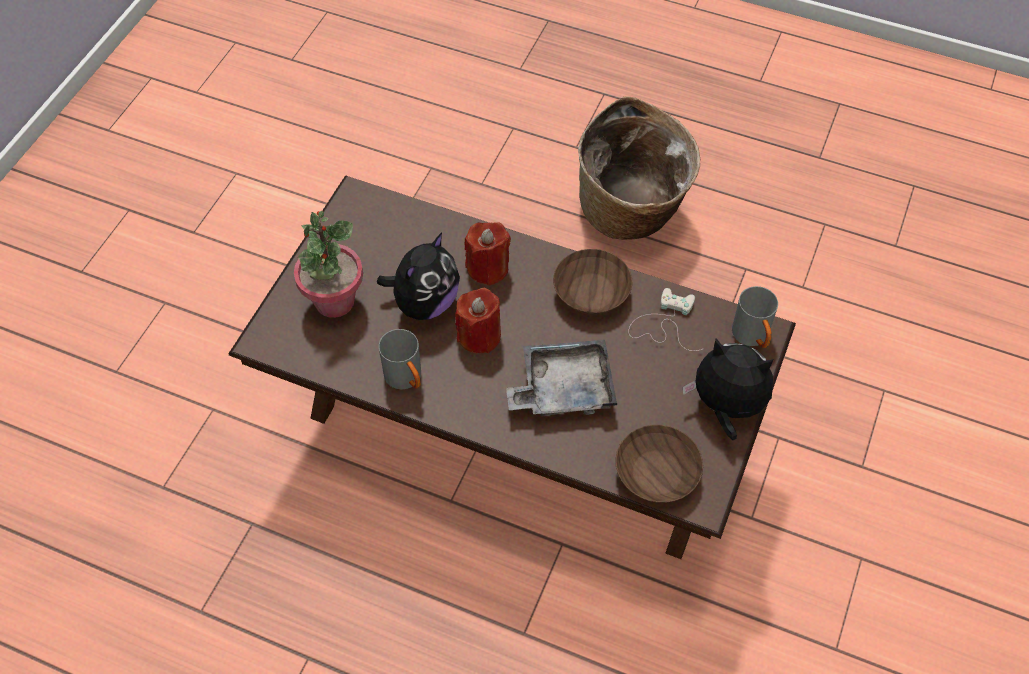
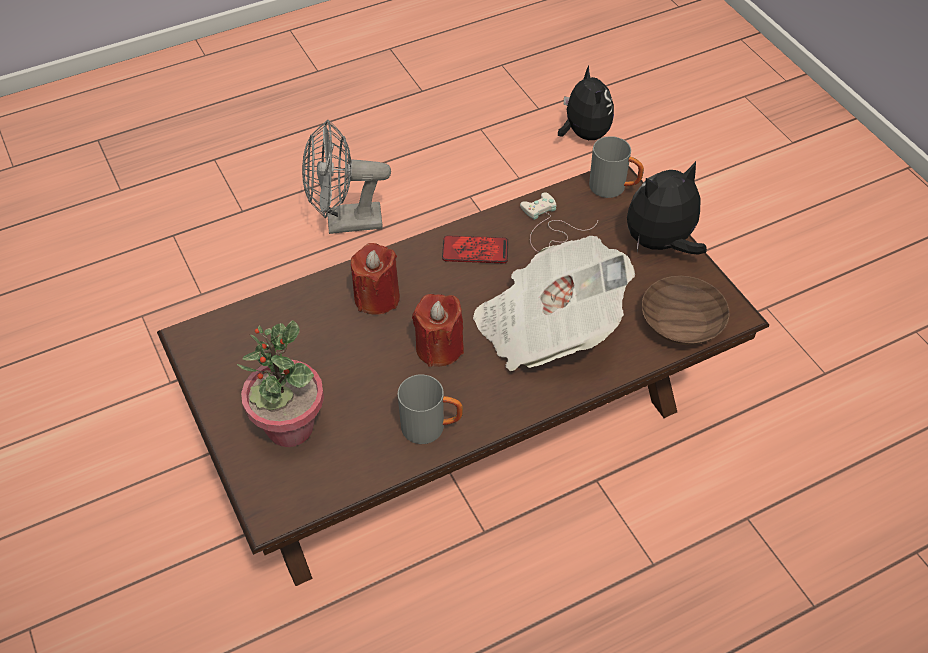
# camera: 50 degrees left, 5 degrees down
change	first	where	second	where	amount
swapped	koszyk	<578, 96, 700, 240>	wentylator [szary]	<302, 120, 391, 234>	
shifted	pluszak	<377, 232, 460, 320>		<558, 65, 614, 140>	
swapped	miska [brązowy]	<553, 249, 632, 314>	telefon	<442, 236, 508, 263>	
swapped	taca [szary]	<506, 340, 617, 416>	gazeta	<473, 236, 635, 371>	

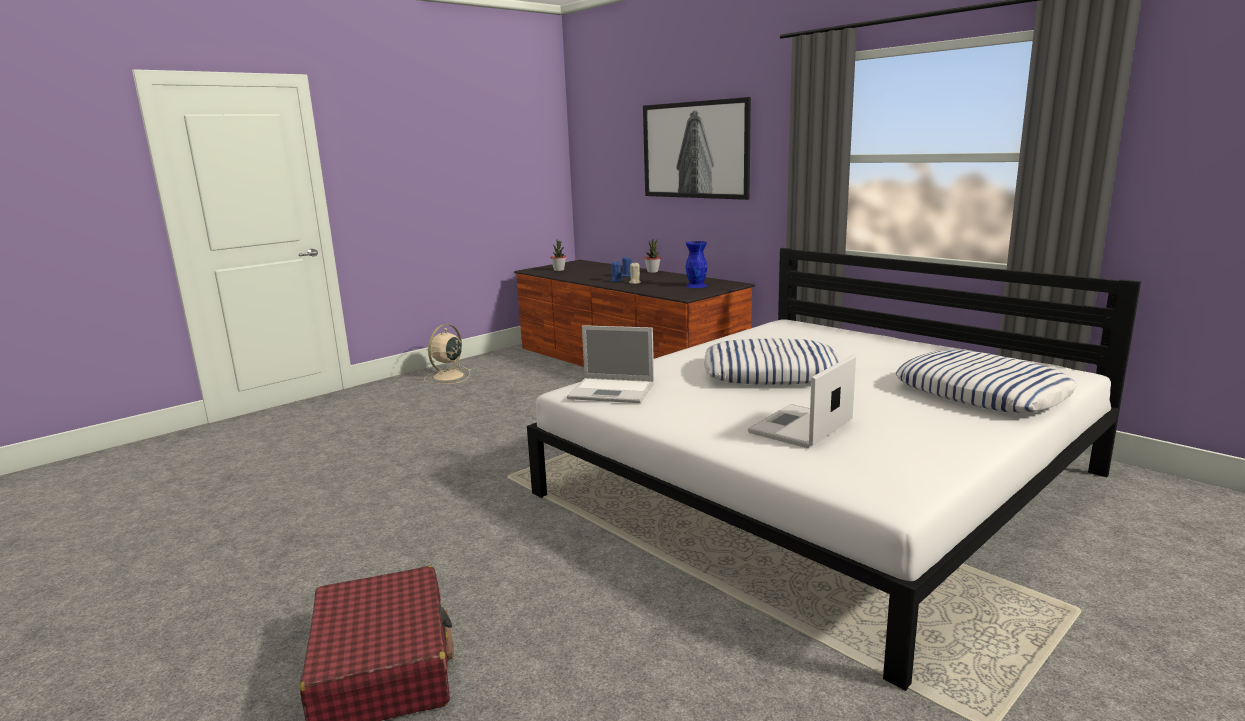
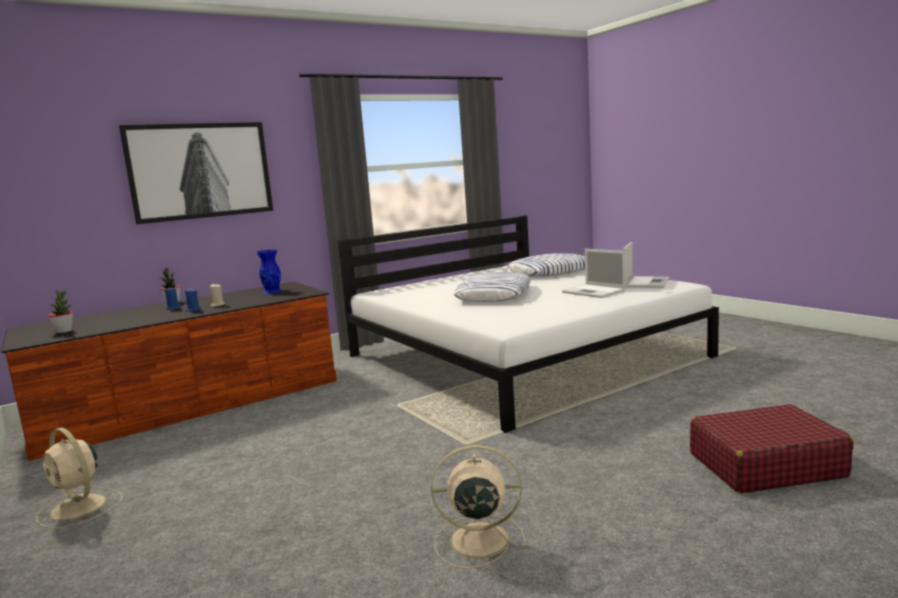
# camera: 80 degrees left, 5 degrees down
change	first	where	second	where	amount
shifted	laptop	<567, 325, 654, 403>		<622, 242, 670, 288>	
new			wentylator [beżowy]	<431, 445, 528, 569>	

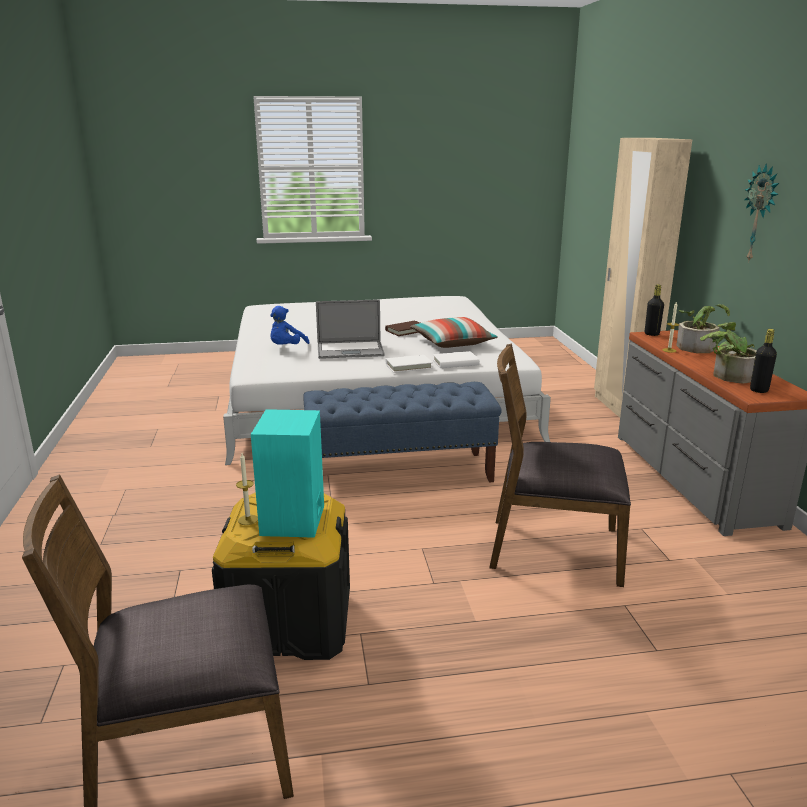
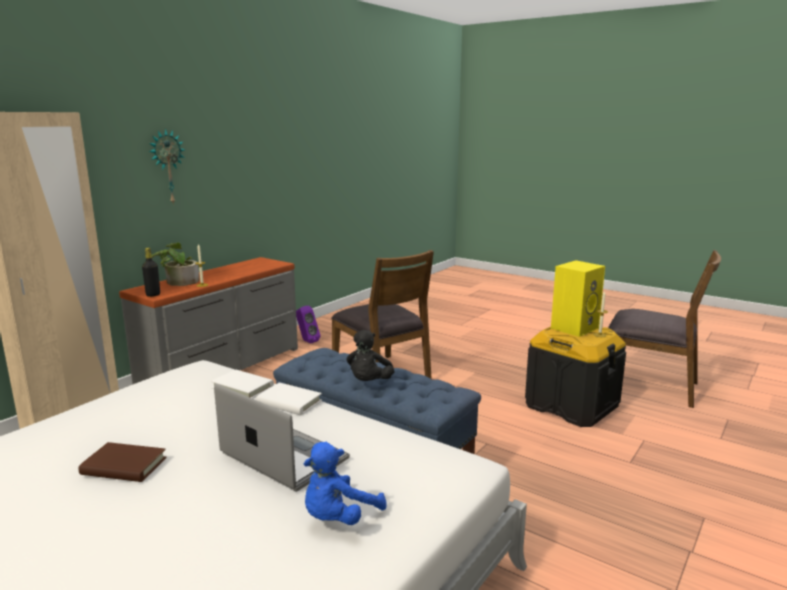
# camera: 135 degrees left, 5 degrees down
change	first	where	second	where	amount
rotated	pluszak [niebieski]	<270, 306, 309, 345>		<304, 442, 387, 525>	150 degrees clockwise
gone	poduszka	<410, 317, 498, 348>			
gone	roślina doniczkowa	<700, 322, 757, 384>			
gone	butelka [czarny]	<750, 329, 777, 393>			
repainted	głośnik [turkusowy]	<251, 409, 324, 538>	głośnik [żółty]	<551, 260, 605, 337>	
new			głośnik [fioletowy]	<296, 306, 320, 343>	
new			pluszak [czarny]	<346, 330, 394, 381>	

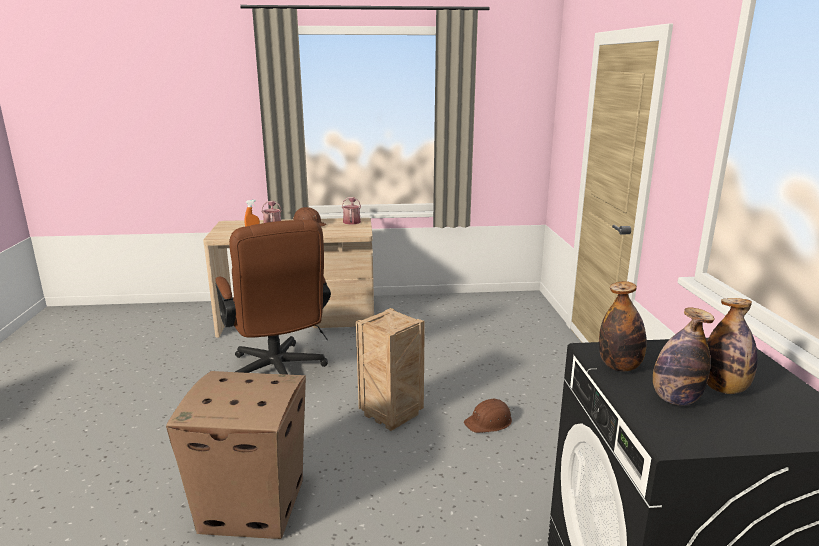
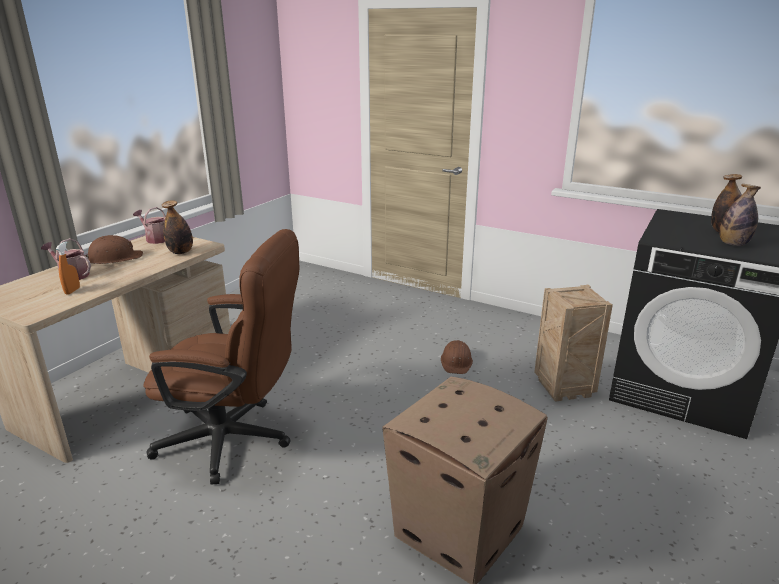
# camera: 55 degrees left, 5 degrees up
change	first	where	second	where	amount
shifted	butelka	<599, 281, 647, 371>		<162, 200, 193, 254>	
shifted	skrzynka	<356, 308, 425, 431>		<534, 285, 613, 402>	

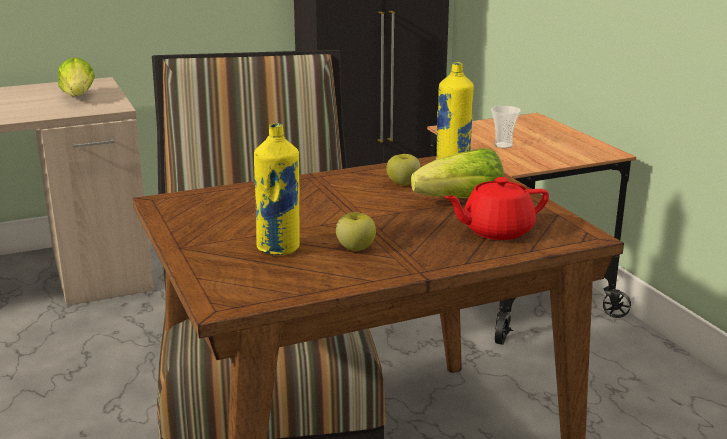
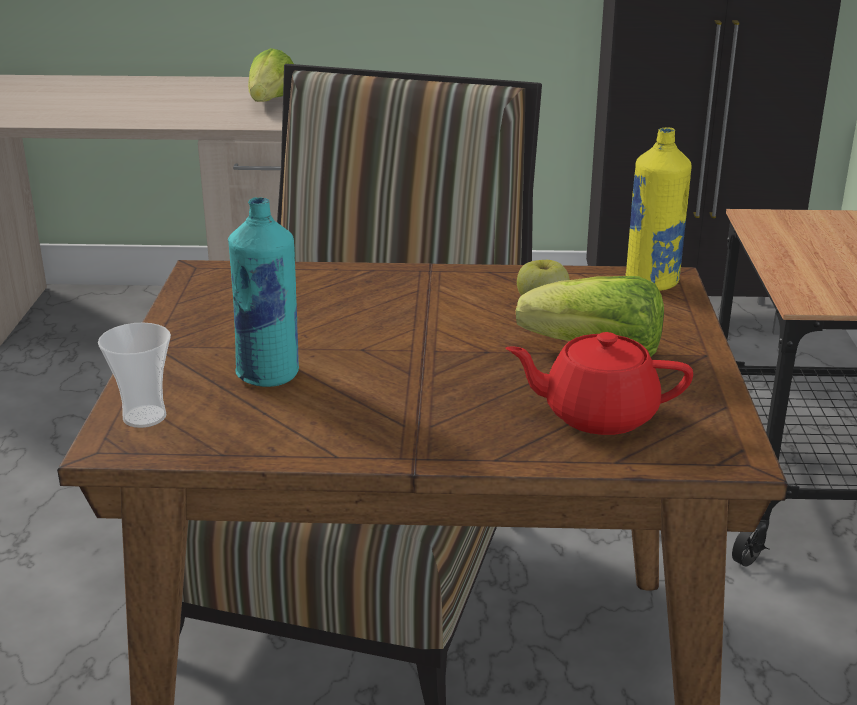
# camera: 25 degrees right, 5 degrees up
change	first	where	second	where	amount
shifted	filiżanka	<491, 106, 521, 148>		<98, 323, 171, 428>	
repainted	butelka [żółty]	<254, 123, 300, 255>	butelka [turkusowy]	<228, 197, 299, 387>	
gone	jabłko	<336, 213, 376, 251>			

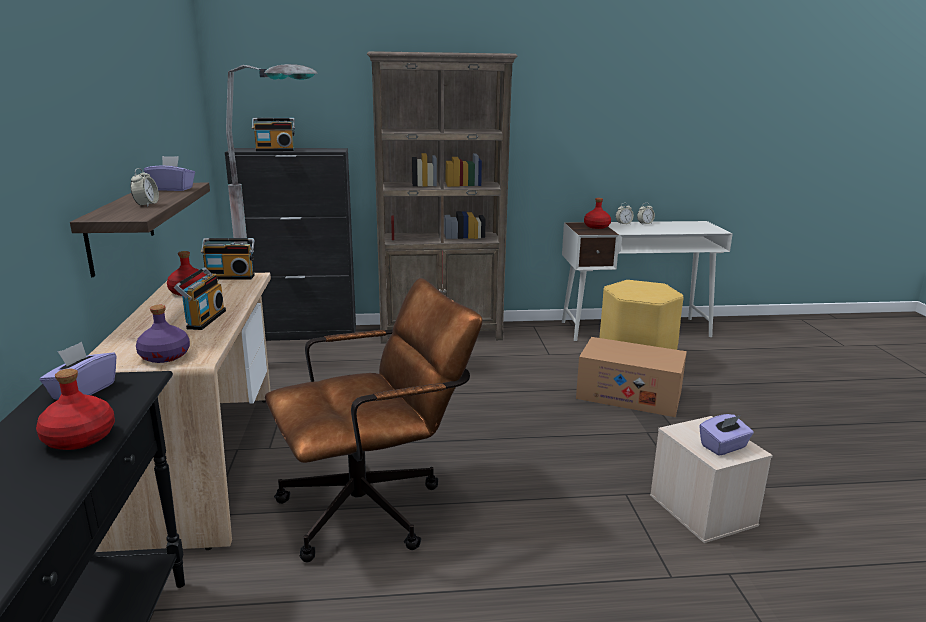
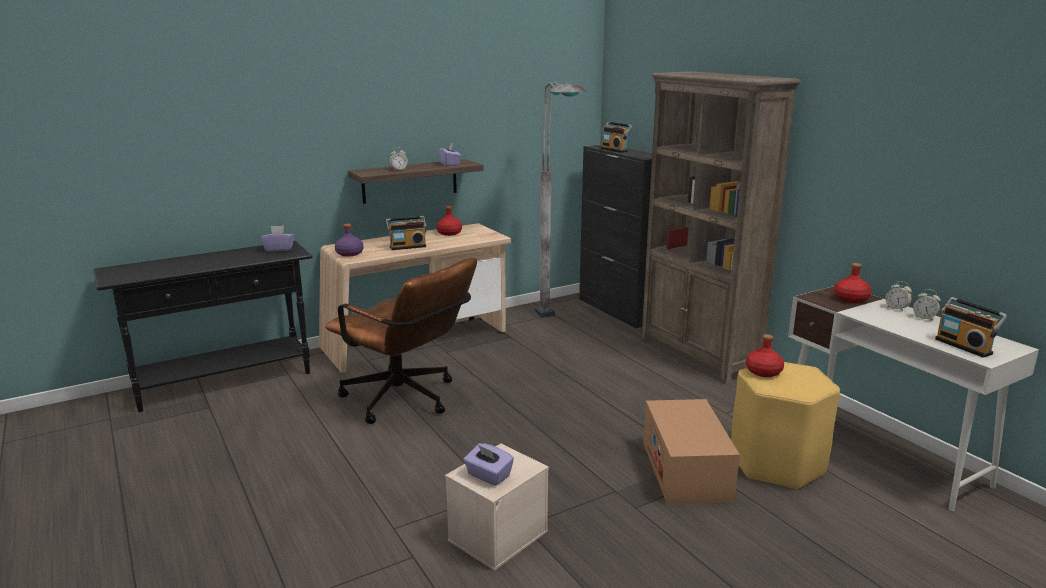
# camera: 65 degrees right, 0 degrees up
change	first	where	second	where	amount
shifted	radio	<201, 238, 255, 280>		<935, 297, 1007, 358>	
shifted	butelka [czerwony]	<36, 369, 115, 450>		<746, 334, 784, 377>	

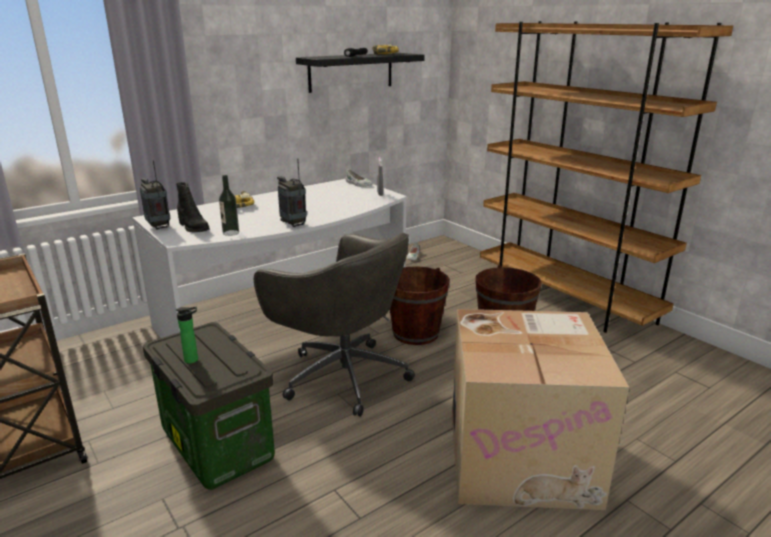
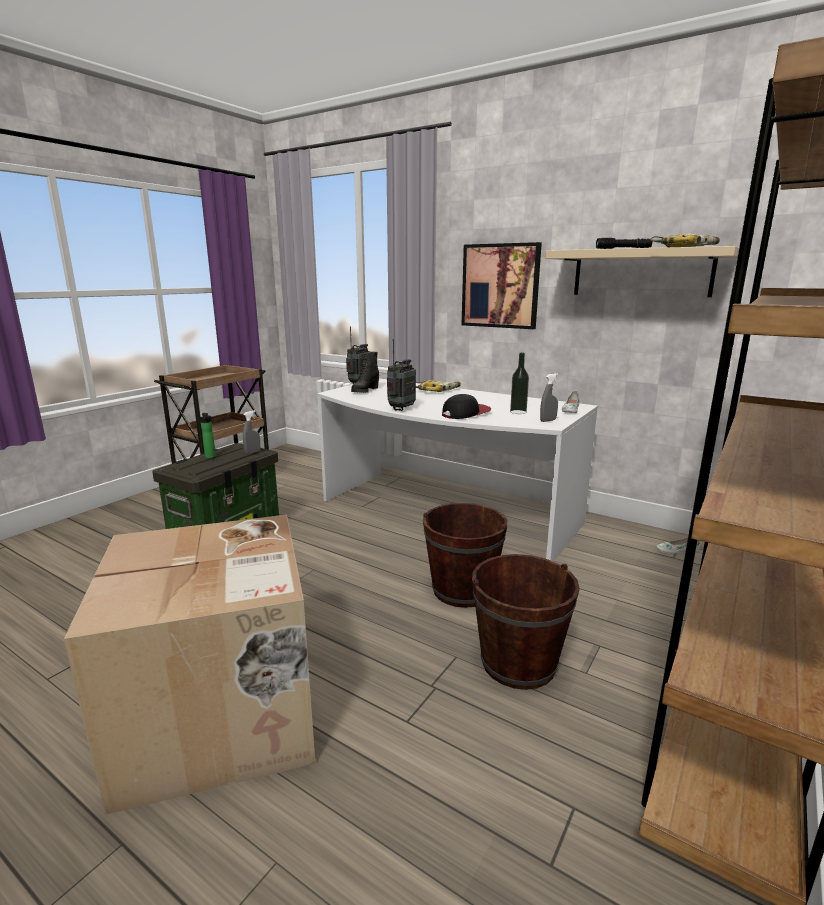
# camera: 70 degrees right, 5 degrees down
change	first	where	second	where	amount
repainted	półka [czarny]	<296, 53, 425, 93>	półka [beżowy]	<545, 246, 739, 297>	
shifted	butelka	<219, 175, 239, 236>		<510, 353, 529, 414>	
gone	krzesło biurowe [szary]	<254, 233, 415, 417>			
new			obraz	<462, 242, 542, 329>	
new			czapka z daszkiem	<442, 394, 491, 419>	
new			spryskiwacz [szary]	<243, 410, 260, 454>	

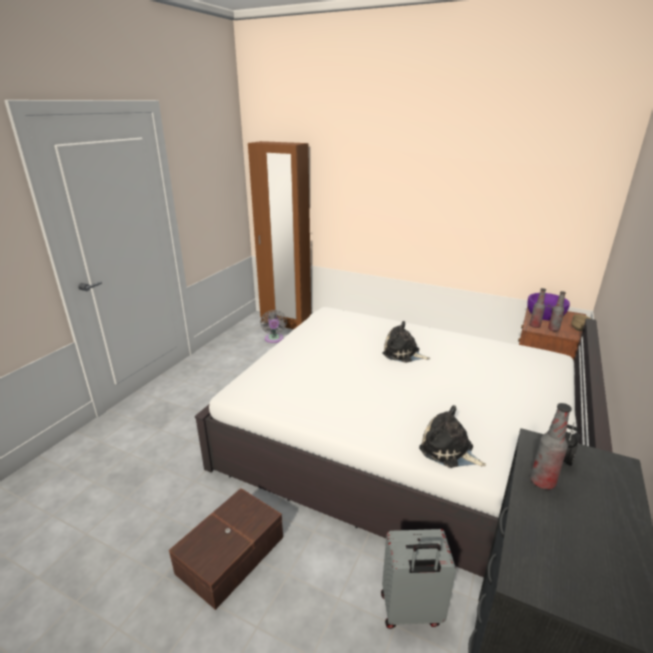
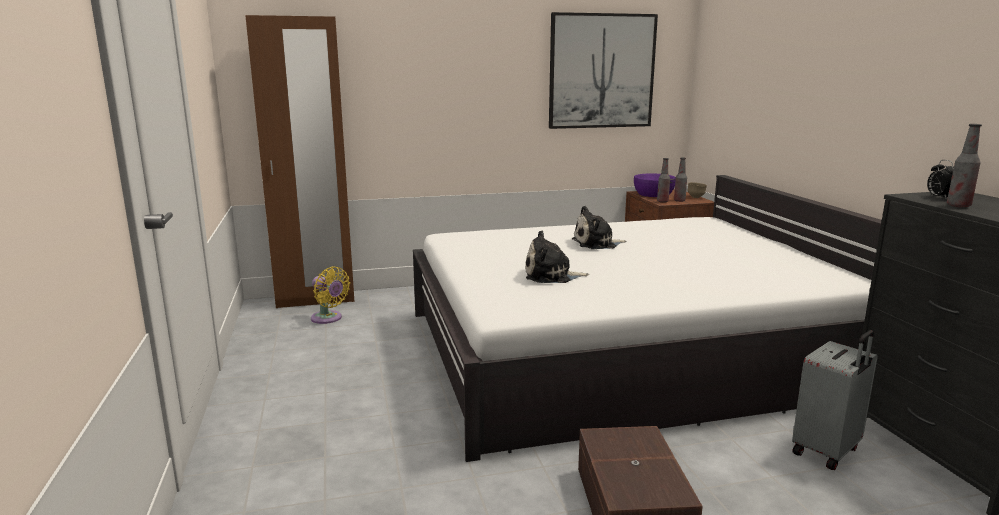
# camera: 40 degrees left, 10 degrees down
change	first	where	second	where	amount
repainted	wentylator [szary]	<260, 310, 287, 343>	wentylator [żółty]	<311, 266, 350, 324>	
shifted	pluszak	<419, 405, 486, 468>		<525, 230, 589, 283>	
new			obraz	<549, 12, 658, 129>	

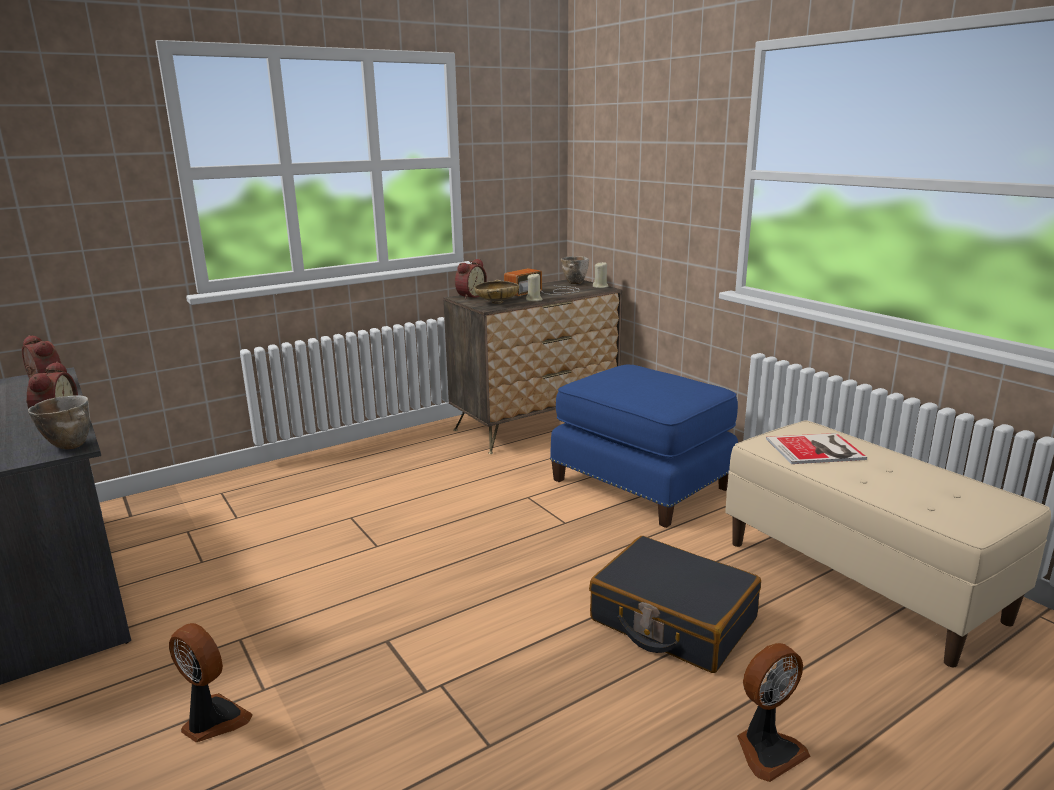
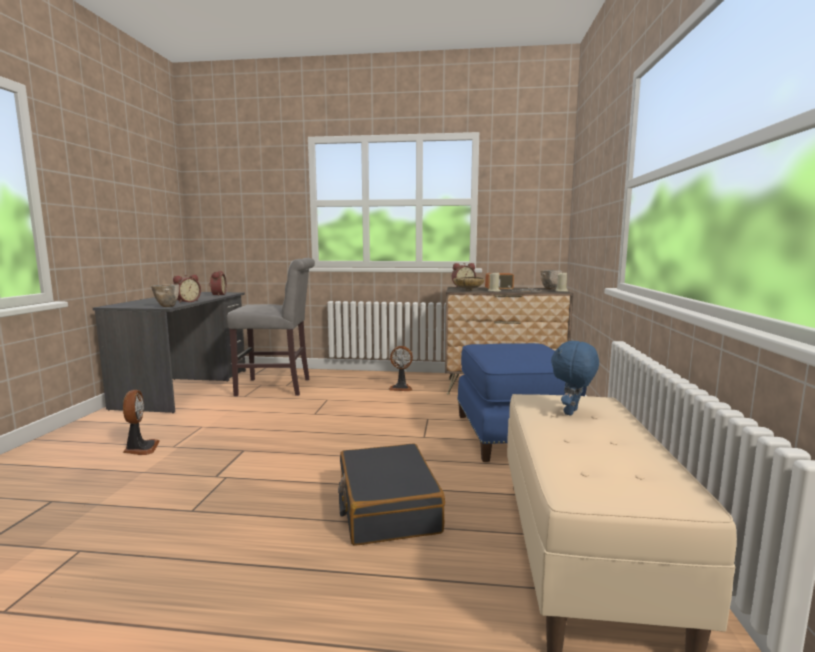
# camera: 40 degrees right, 10 degrees down
change	first	where	second	where	amount
swapped	książka	<766, 433, 867, 464>	pluszak [niebieski]	<551, 341, 599, 416>	
shifted	wentylator	<737, 643, 811, 782>		<388, 346, 413, 391>	
new			krzesło [szary]	<227, 258, 315, 397>	

